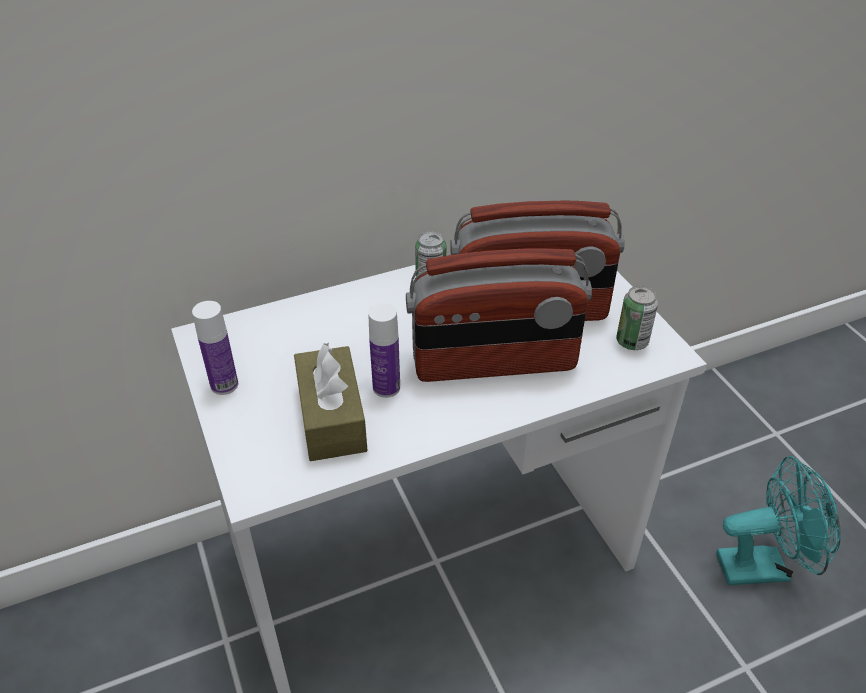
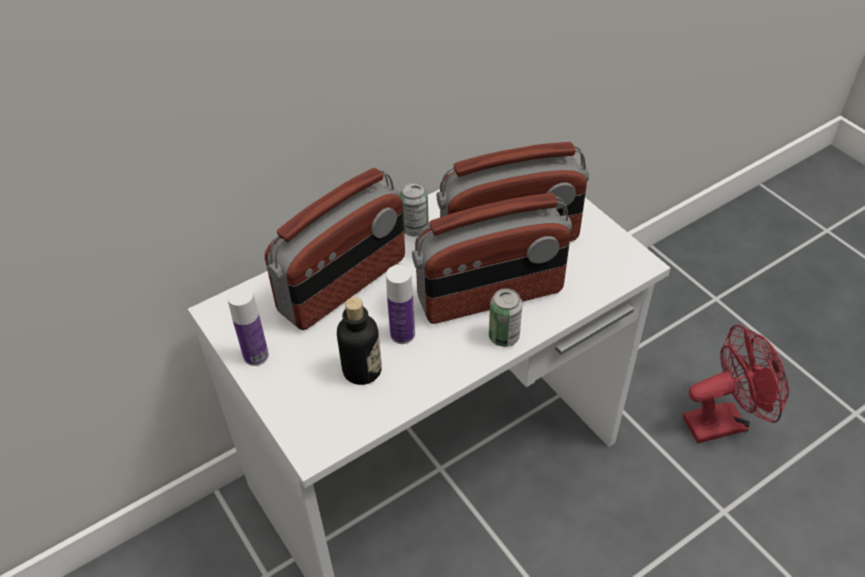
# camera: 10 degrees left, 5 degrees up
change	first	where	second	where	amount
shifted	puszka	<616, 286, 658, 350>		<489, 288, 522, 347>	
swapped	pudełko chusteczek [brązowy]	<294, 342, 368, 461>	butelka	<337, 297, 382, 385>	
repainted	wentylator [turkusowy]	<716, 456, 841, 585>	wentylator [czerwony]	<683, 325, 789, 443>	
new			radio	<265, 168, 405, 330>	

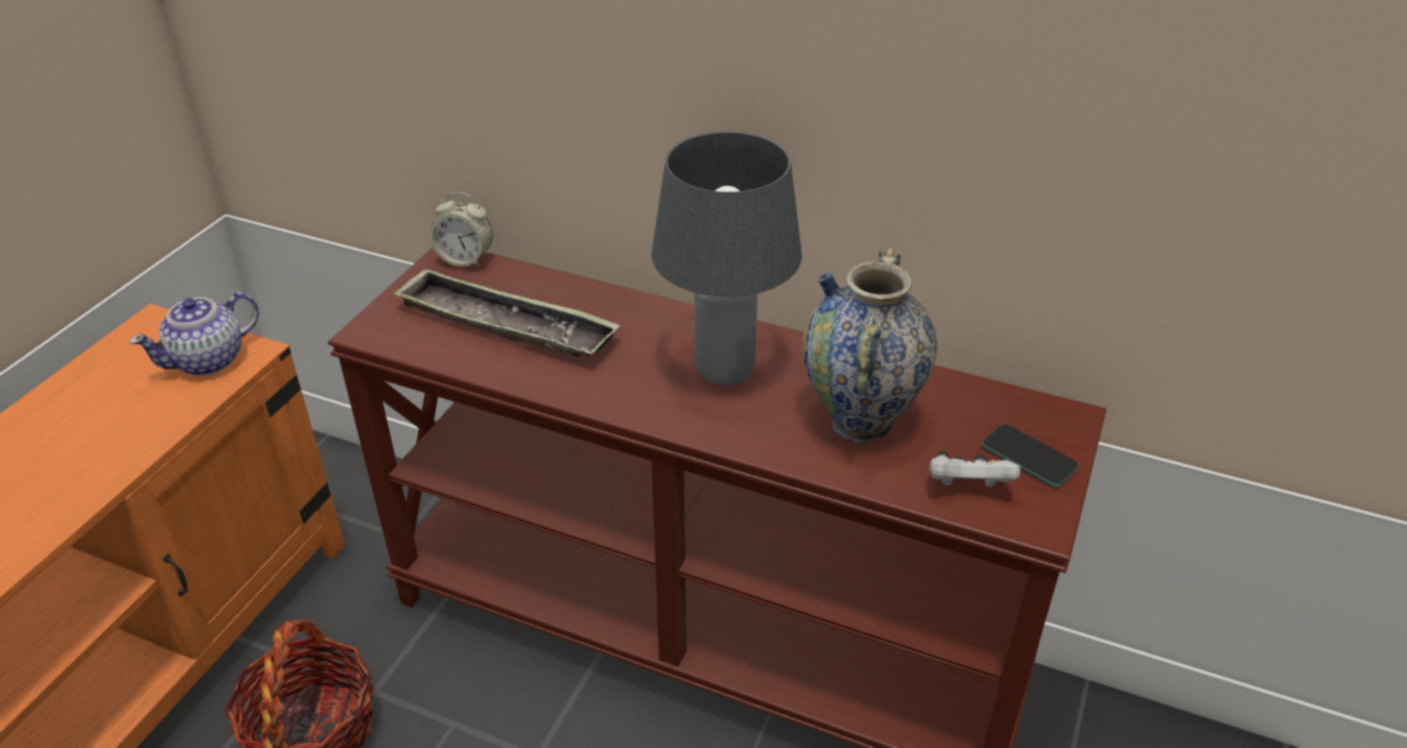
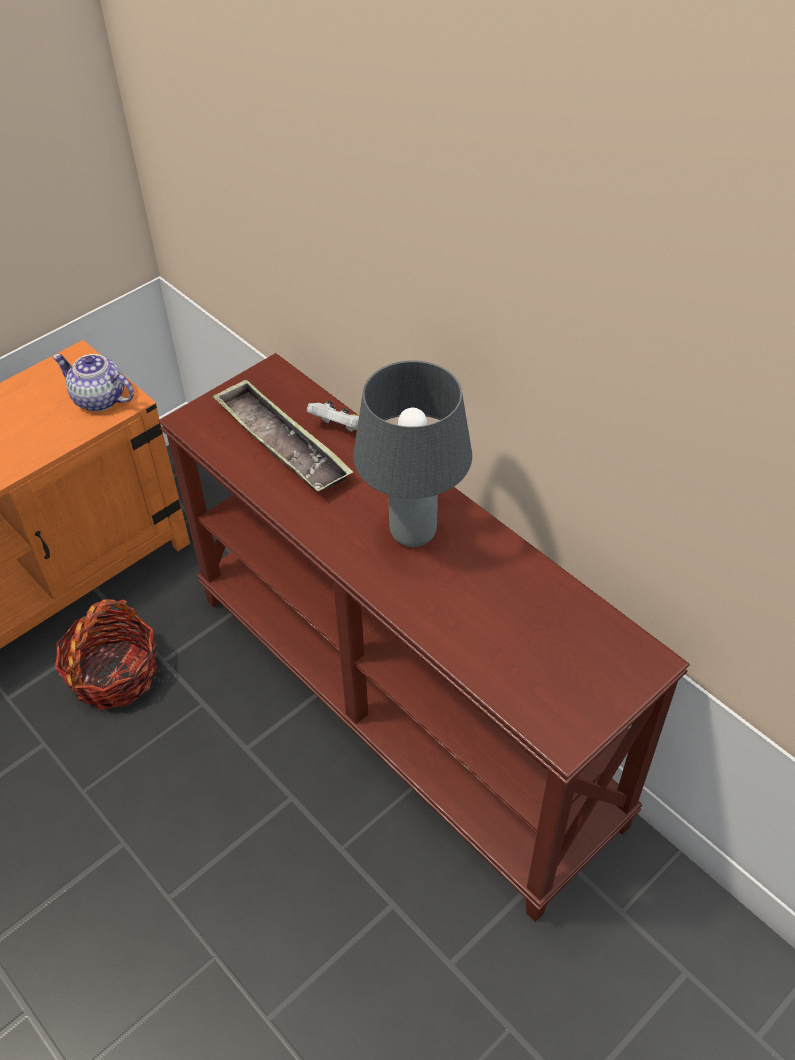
# camera: 25 degrees right, 10 degrees up
change	first	where	second	where	amount
gone	budzik	<430, 192, 493, 268>			
gone	wazon	<802, 248, 937, 443>			
rotated	imbryk	<129, 292, 259, 376>		<52, 354, 134, 411>	45 degrees clockwise
gone	telefon	<981, 424, 1079, 488>			
shifted	pad do gier [biały]	<929, 451, 1020, 487>		<307, 401, 359, 432>	

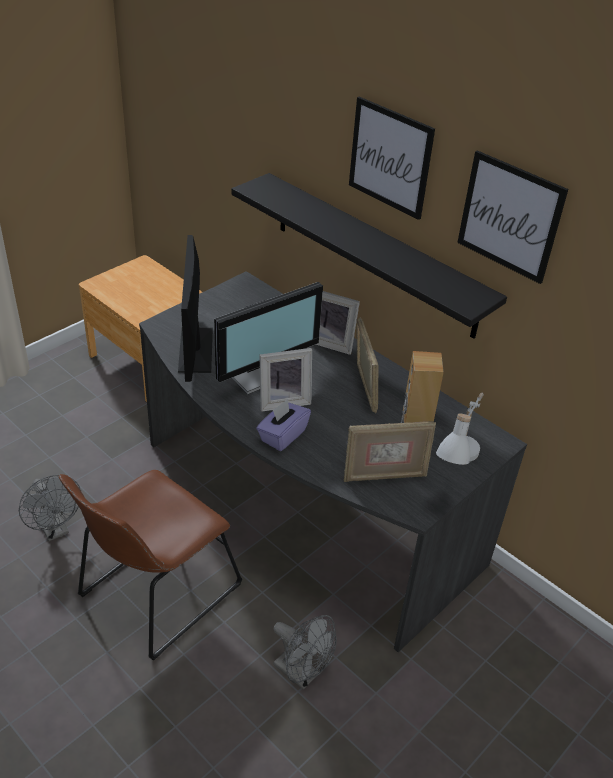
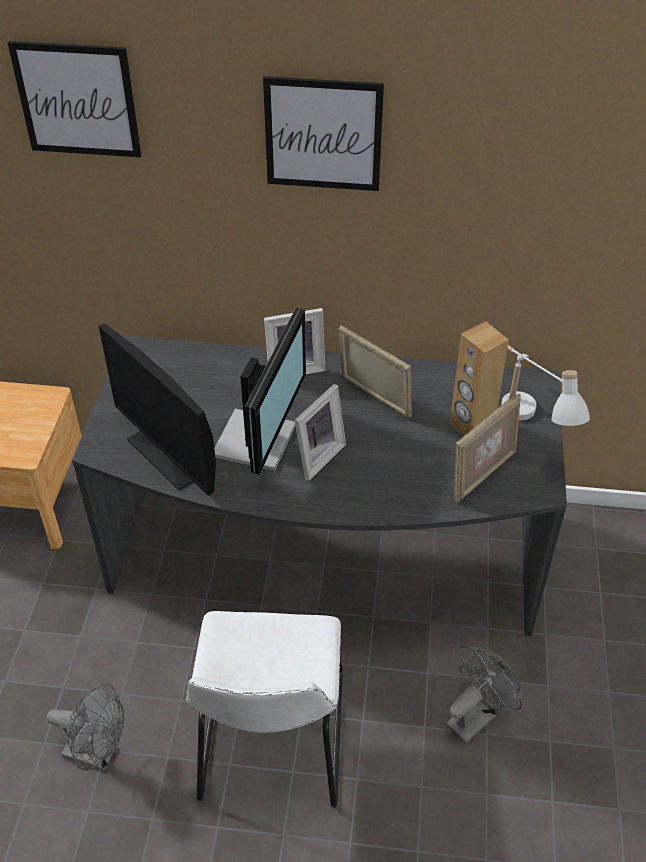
# camera: 35 degrees left, 5 degrees up
change	first	where	second	where	amount
shifted	obraz	<457, 150, 568, 284>		<8, 41, 141, 157>	
gone	półka [czarny]	<231, 173, 507, 339>			
gone	pudełko chusteczek [fioletowy]	<256, 399, 311, 451>			
repainted	krzesło [brązowy]	<59, 470, 242, 661>	krzesło [biały]	<186, 611, 343, 808>	
rotated	wentylator [szary]	<274, 615, 337, 690>		<445, 646, 522, 744>	45 degrees counterclockwise

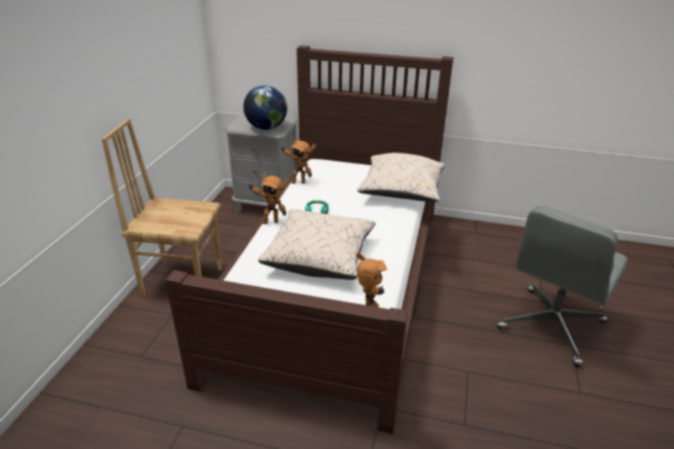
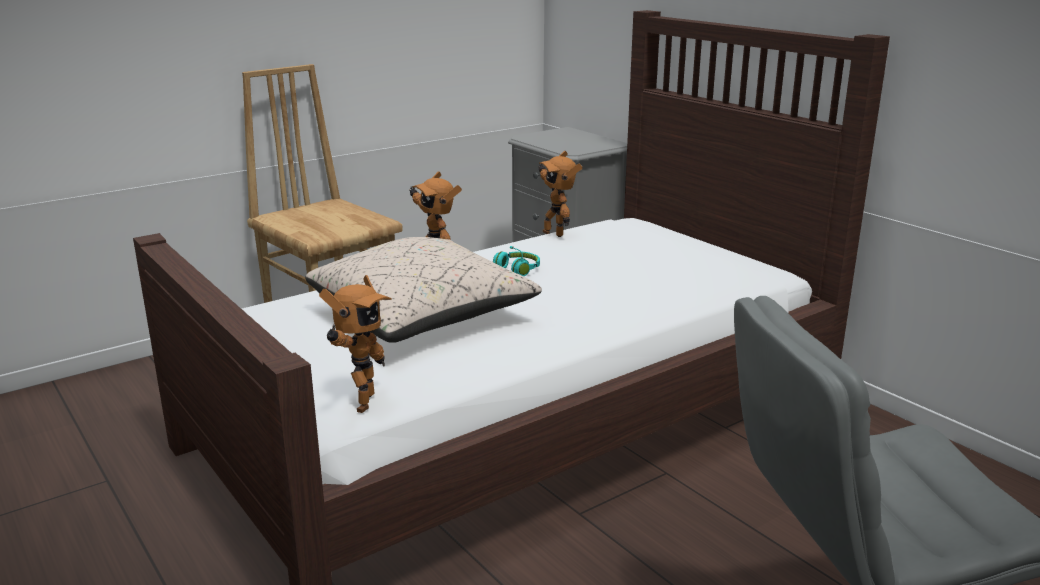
# camera: 40 degrees right, 10 degrees down
change	first	where	second	where	amount
gone	globus	<243, 85, 287, 130>			
gone	poduszka [beżowy]	<357, 153, 445, 202>			

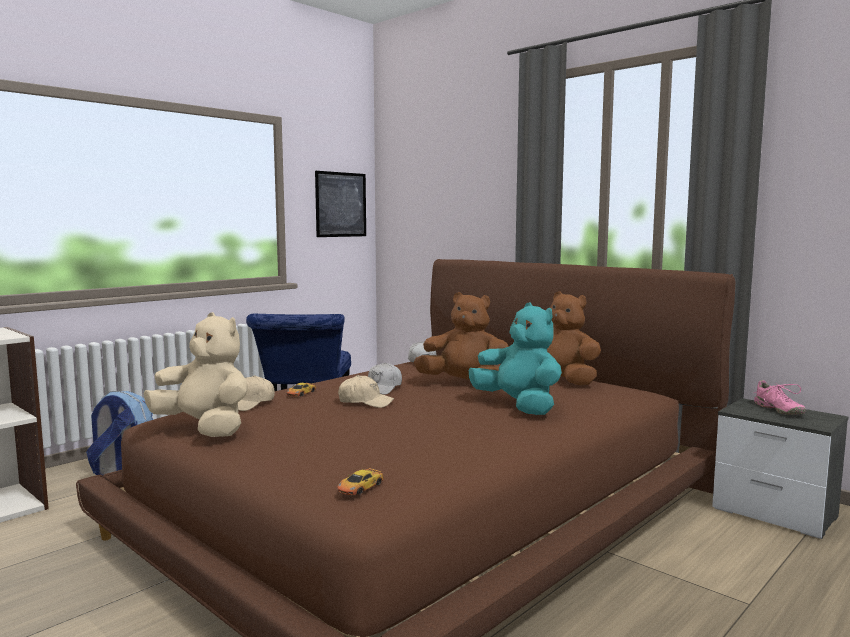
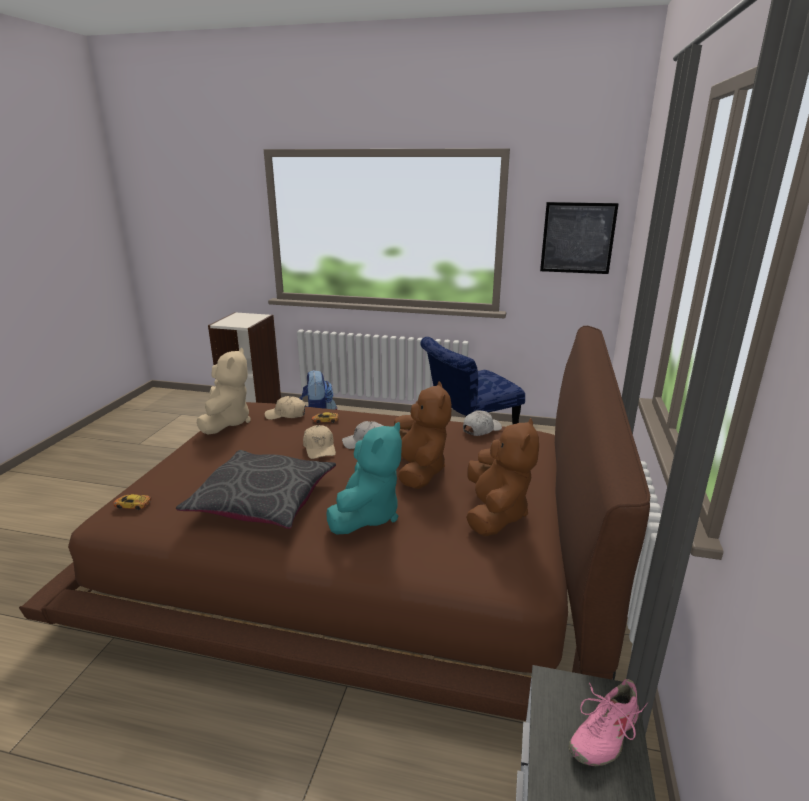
# camera: 60 degrees right, 15 degrees up
change	first	where	second	where	amount
new			poduszka [szary]	<176, 450, 336, 529>	

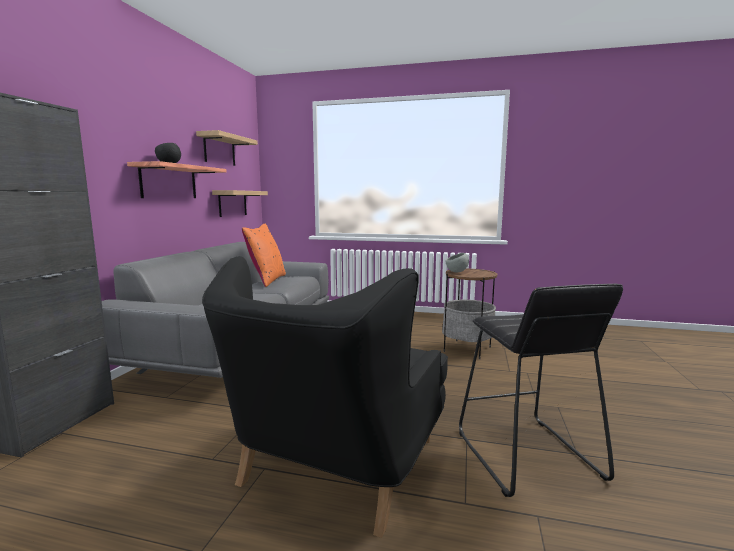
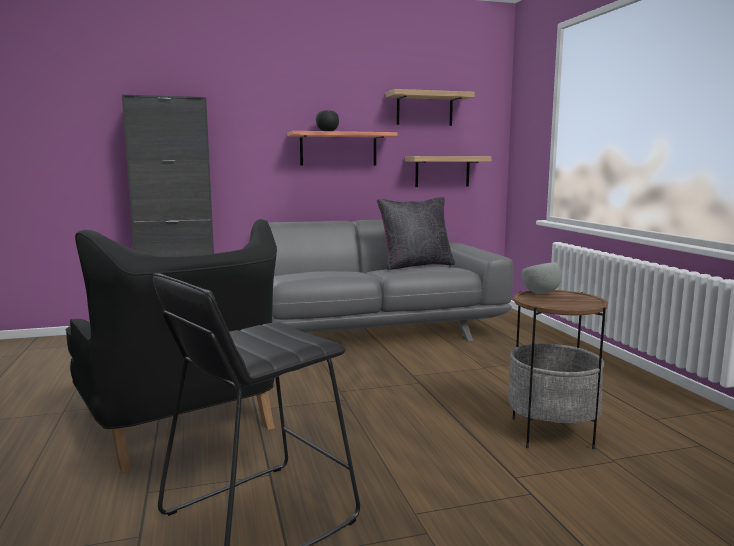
# camera: 60 degrees right, 0 degrees up
change	first	where	second	where	amount
repainted	poduszka [pomarańczowy]	<242, 224, 286, 287>	poduszka [czarny]	<377, 197, 455, 270>	
rotated	fotel [czarny]	<202, 256, 448, 538>		<65, 219, 277, 473>	120 degrees counterclockwise

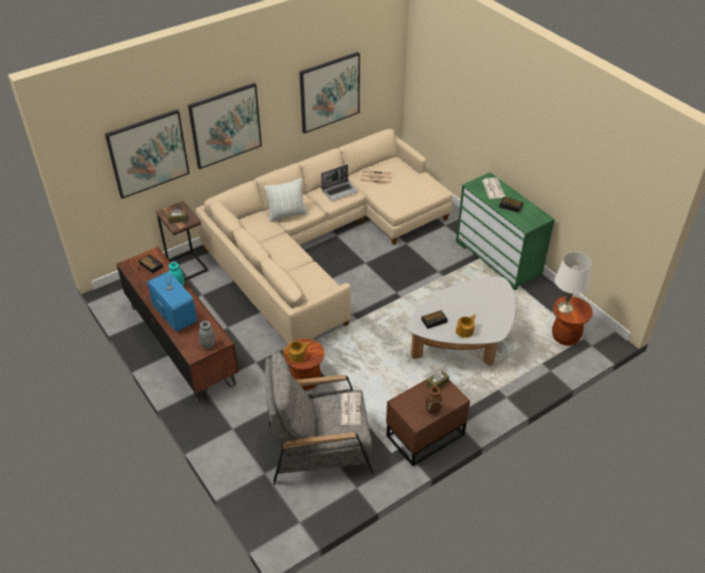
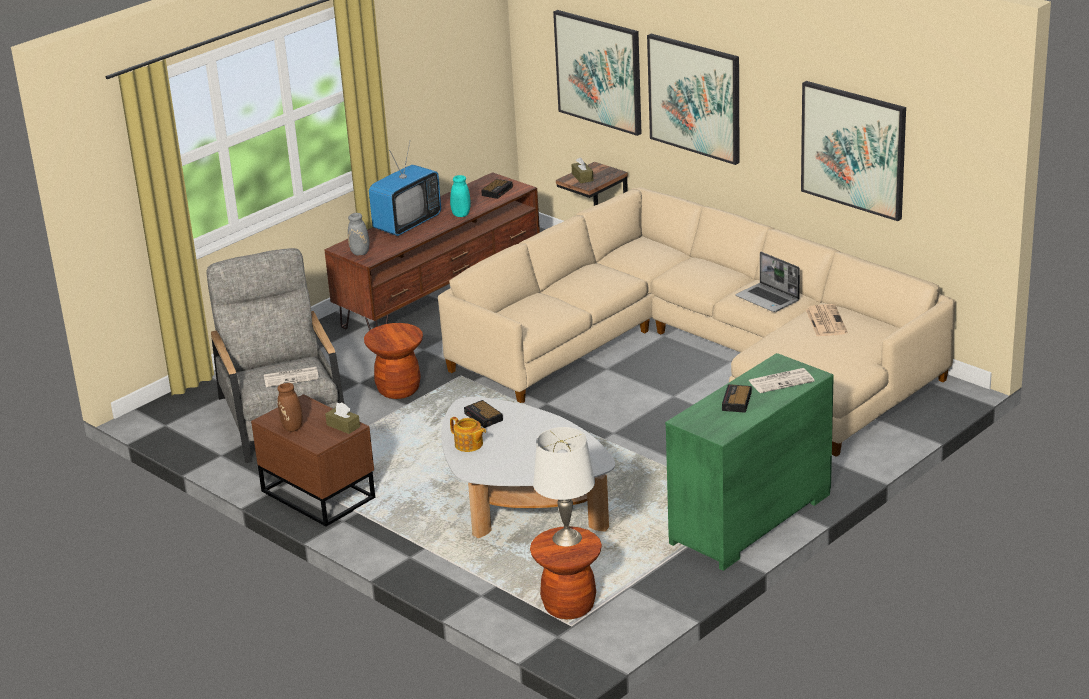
# camera: 80 degrees right, 15 degrees down
change	first	where	second	where	amount
gone	poduszka	<264, 178, 308, 222>			
gone	imbryk	<283, 341, 310, 363>			

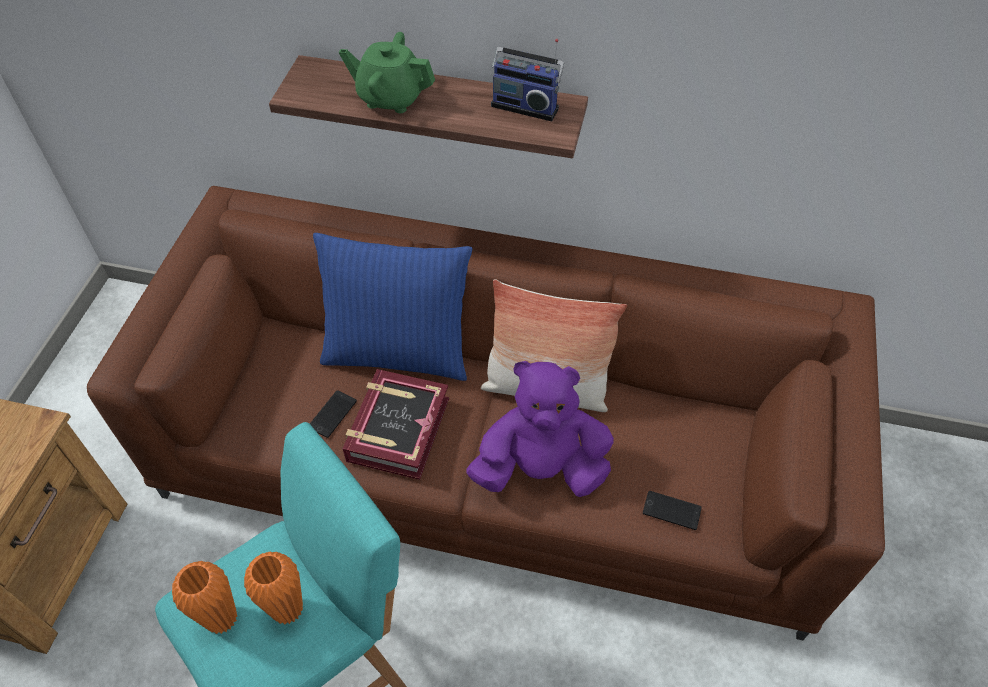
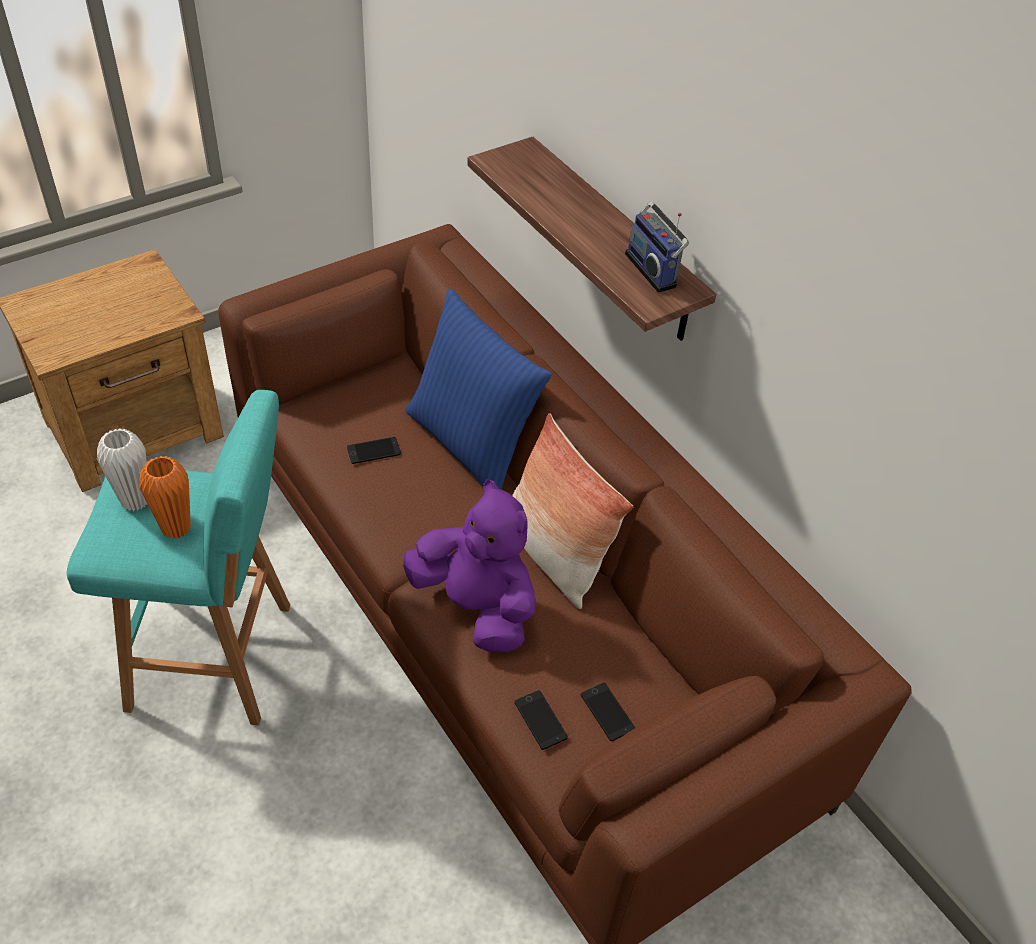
# camera: 40 degrees right, 5 degrees down
change	first	where	second	where	amount
gone	imbryk [zielony]	<339, 32, 435, 113>			
gone	książka	<343, 369, 449, 480>			
repainted	wazon [pomarańczowy]	<172, 561, 237, 634>	wazon [biały]	<97, 429, 147, 511>	
new			telefon	<581, 683, 635, 741>	

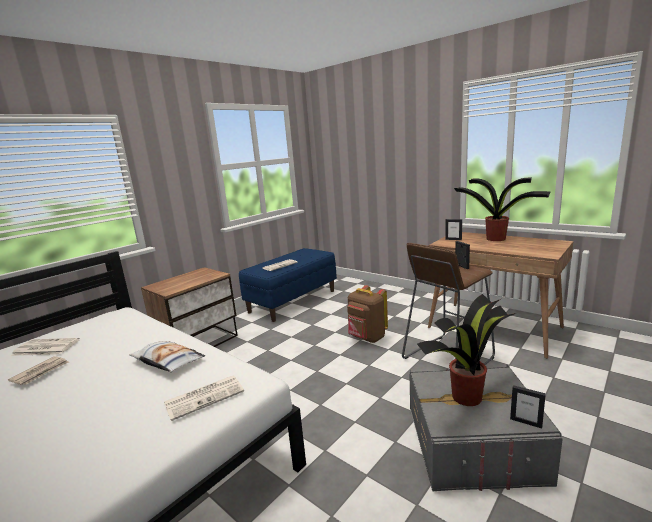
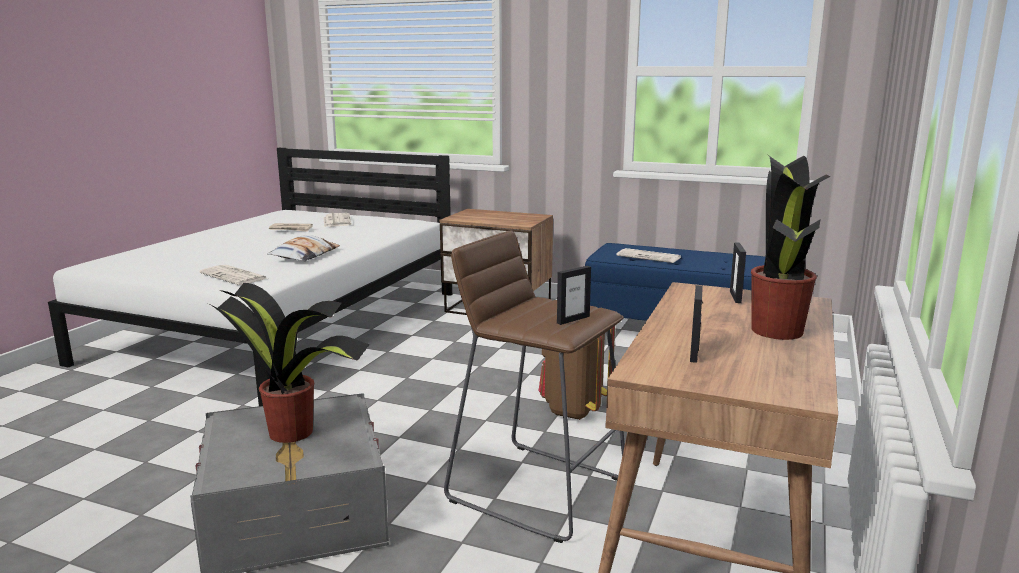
# camera: 70 degrees right, 0 degrees up
change	first	where	second	where	amount
shifted	ramka na zdjęcie	<510, 385, 546, 429>		<690, 285, 703, 363>	

